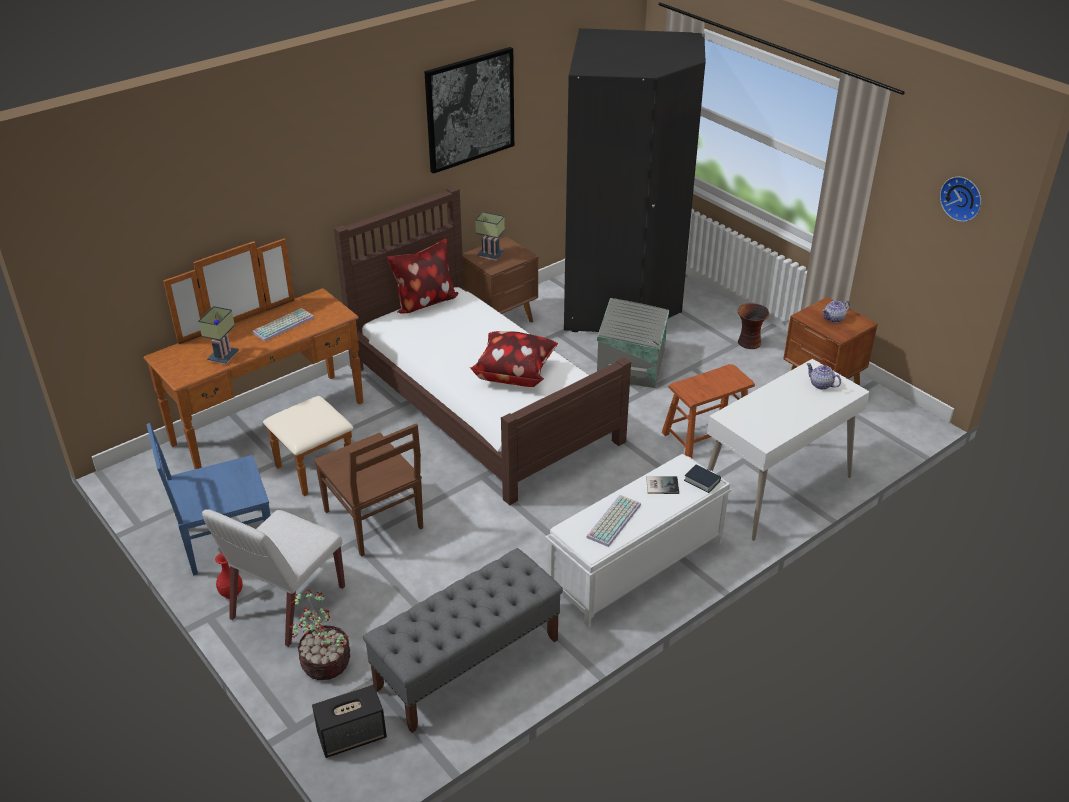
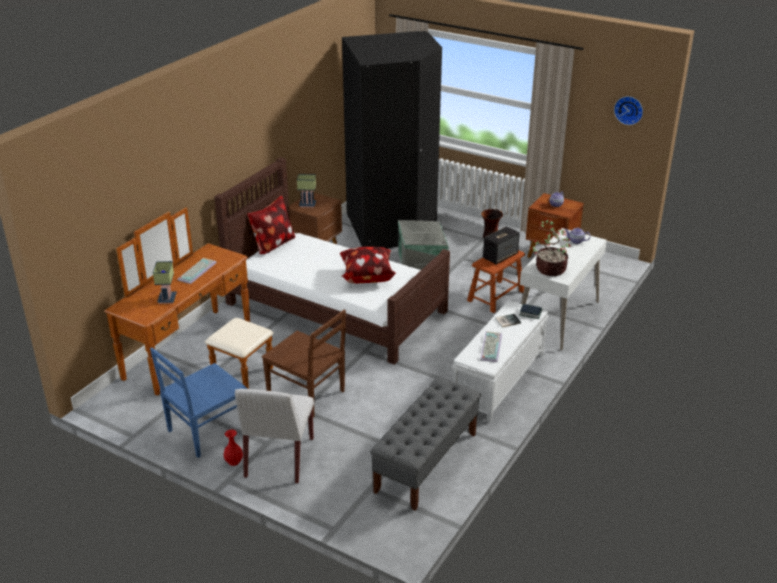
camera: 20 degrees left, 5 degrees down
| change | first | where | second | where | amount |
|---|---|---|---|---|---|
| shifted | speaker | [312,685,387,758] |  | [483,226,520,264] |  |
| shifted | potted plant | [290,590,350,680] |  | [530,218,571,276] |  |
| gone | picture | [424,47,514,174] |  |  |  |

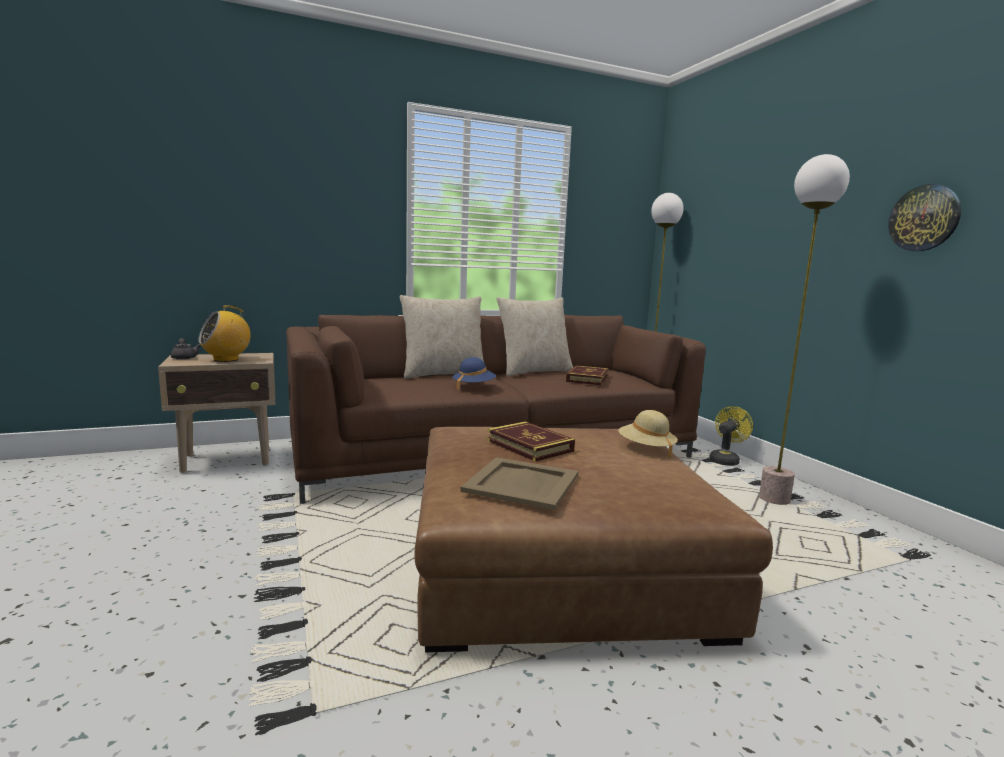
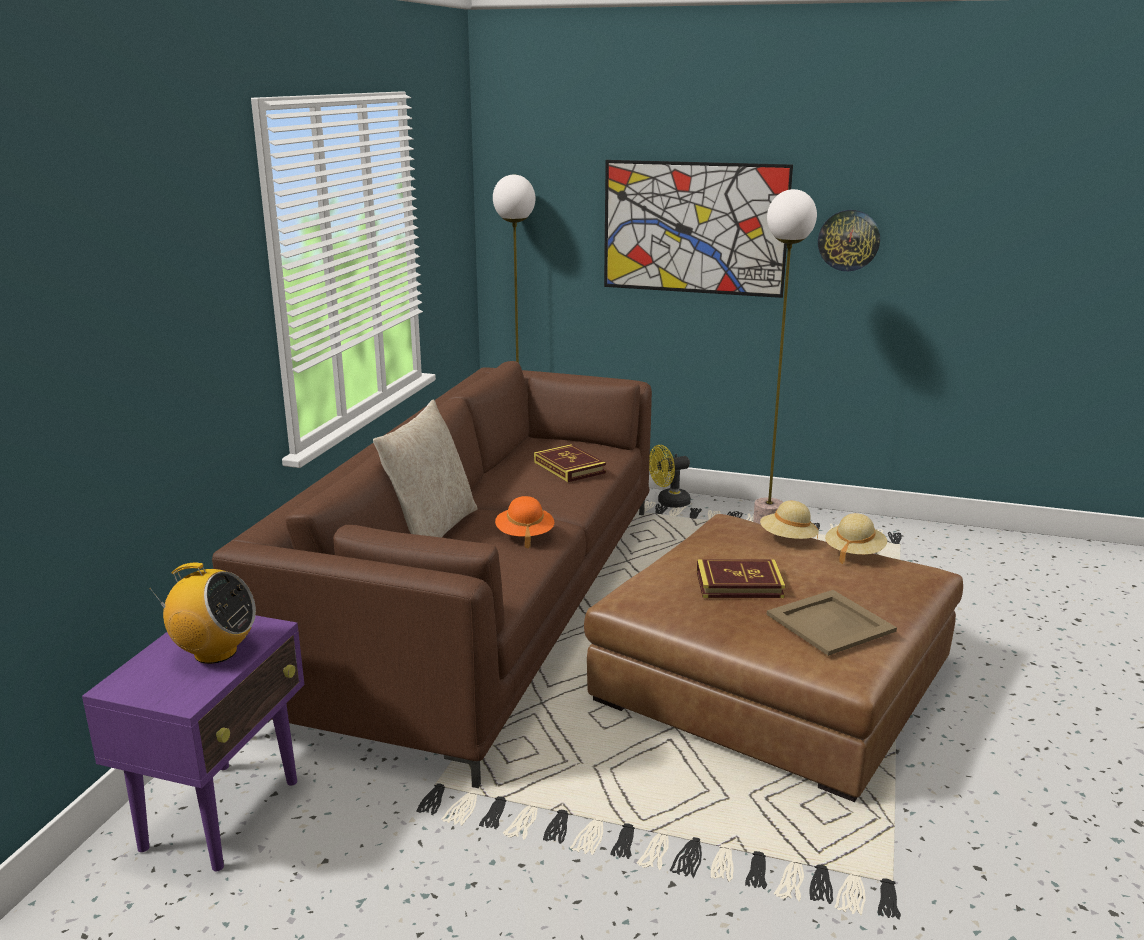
camera: 50 degrees left, 10 degrees up
| change | first | where | second | where | amount |
|---|---|---|---|---|---|
| repainted | side table in beige | [158,353,275,473] | side table in purple | [82,615,305,871] |  |
| rotated | radio | [199,305,251,362] |  | [150,563,256,664] | 75 degrees counterclockwise |
| repainted | hat in blue | [452,357,496,390] | hat in orange | [495,496,554,549] |  |
| new |  |  | picture | [604,160,793,298] |  |
| rotated | fan in yellow | [709,406,753,466] |  | [649,445,691,508] | 105 degrees counterclockwise |
| new |  |  | hat in beige | [825,513,887,564] |  |
| gone | teapot in grey | [171,338,201,360] |  |  |  |
| gone | pillow in beige | [496,297,573,376] |  |  |  |

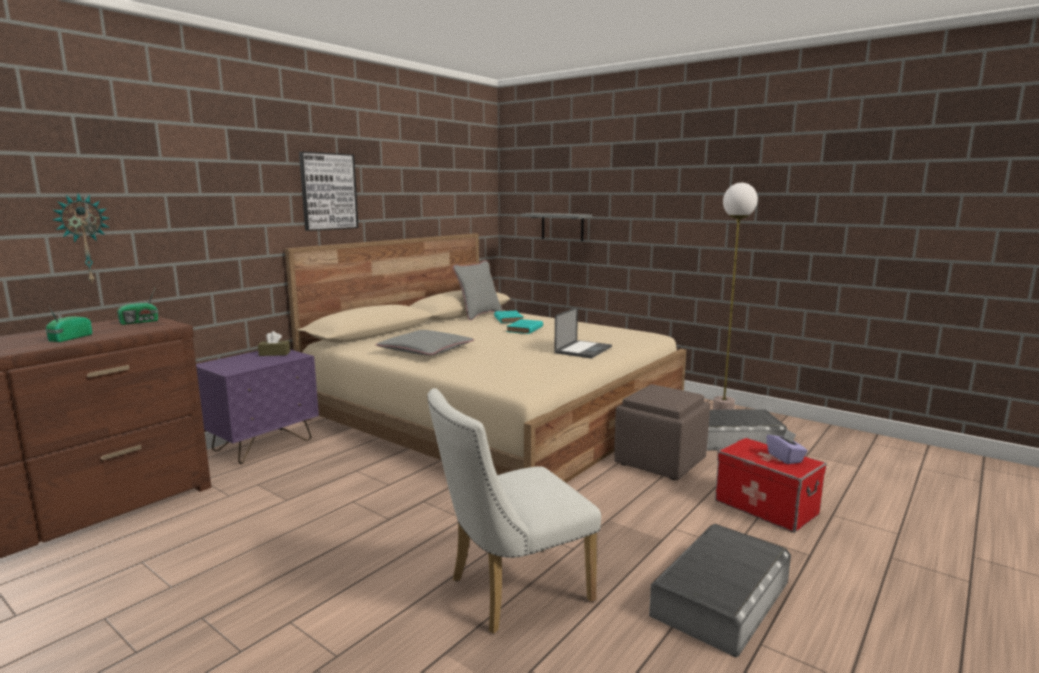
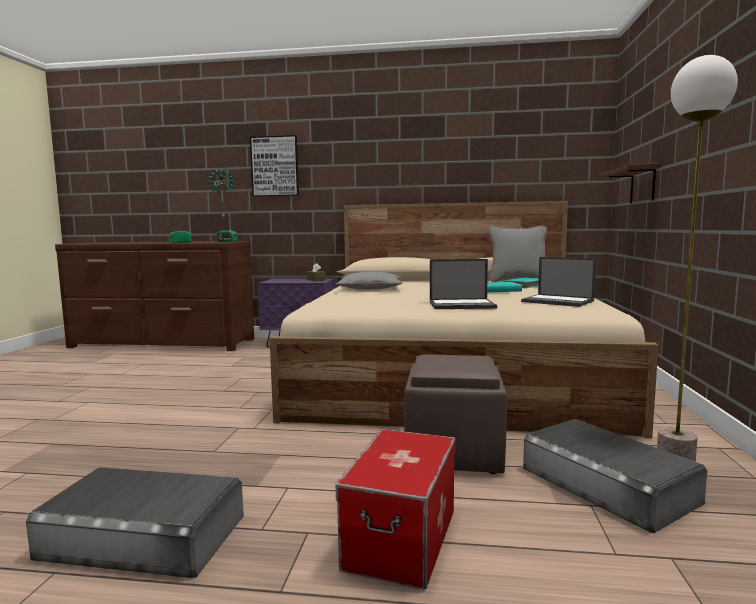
camera: 60 degrees right, 5 degrees down
| change | first | where | second | where | amount |
|---|---|---|---|---|---|
| shifted | picture | [299,152,358,231] |  | [250,135,299,197] |  |
| new |  |  | laptop | [521,257,596,307] |  |
| repainted | shelf in grey | [521,213,592,241] | shelf in brown | [600,163,661,203] |  |
| gone | chair in white | [427,388,601,634] |  |  |  |
| gone | tissue box in purple | [766,429,808,464] |  |  |  |

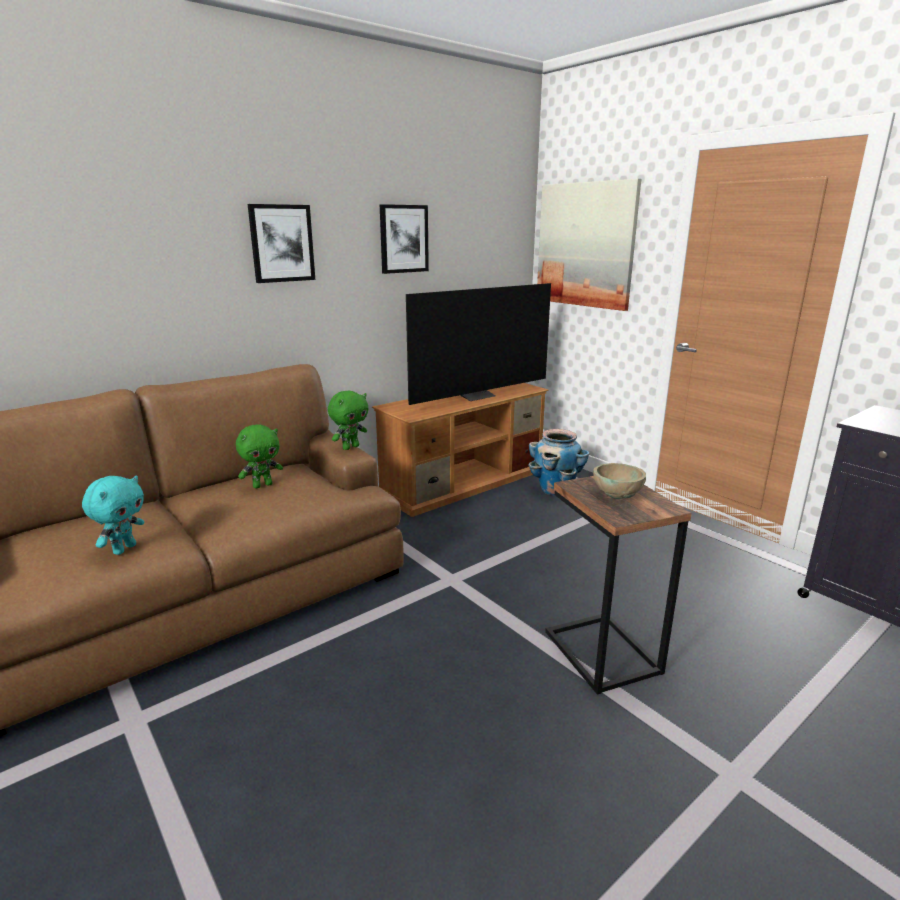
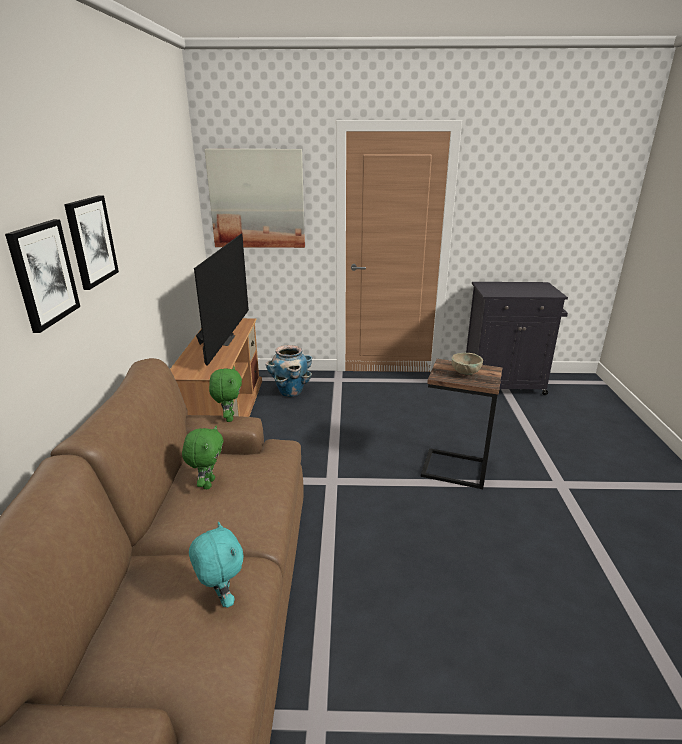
camera: 50 degrees left, 5 degrees up
| change | first | where | second | where | amount |
|---|---|---|---|---|---|
| shifted | picture | [380,204,429,274] |  | [5,219,80,333] |  |

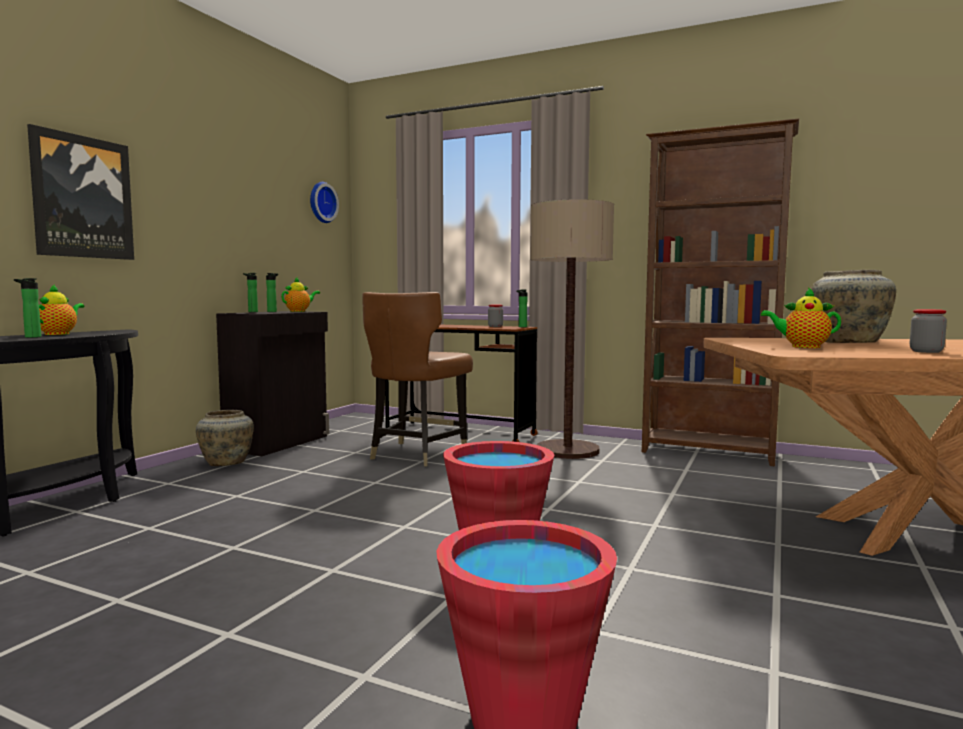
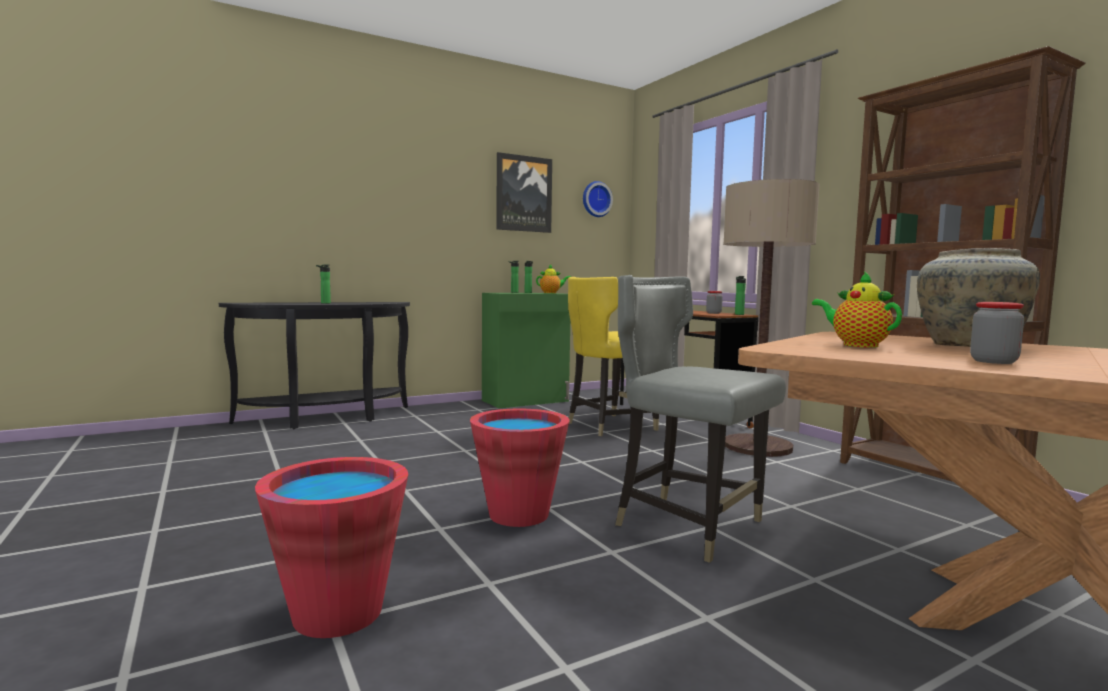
camera: 35 degrees right, 0 degrees up
| change | first | where | second | where | amount |
|---|---|---|---|---|---|
| repainted | cabinet in black | [216,311,329,456] | cabinet in green | [482,293,570,409] |  |
| shifted | picture | [27,124,134,260] |  | [496,152,552,233] |  |
| repainted | chair in brown | [362,292,473,466] | chair in yellow | [568,277,659,436] |  |
| new |  |  | chair in grey | [615,275,786,563] |  |
| gone | teapot | [39,284,84,335] |  |  |  |
| gone | vase in beige | [196,410,254,466] |  |  |  |

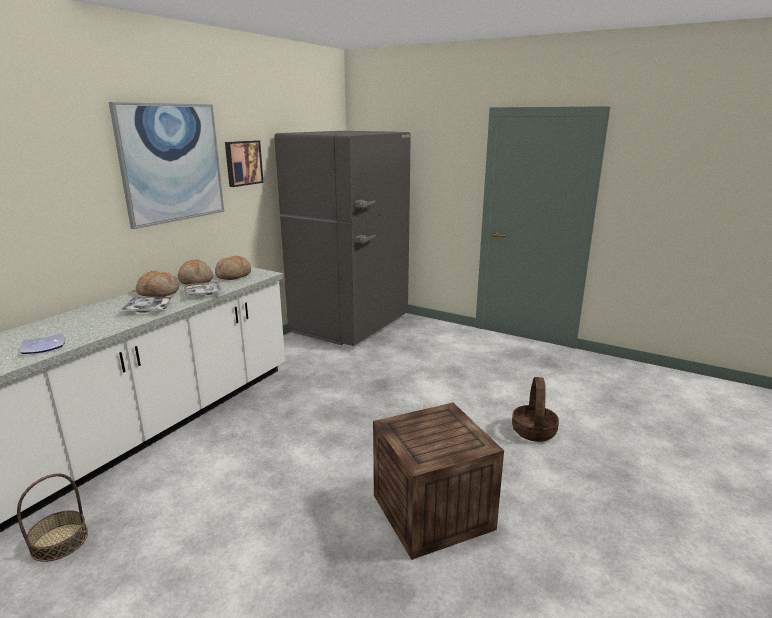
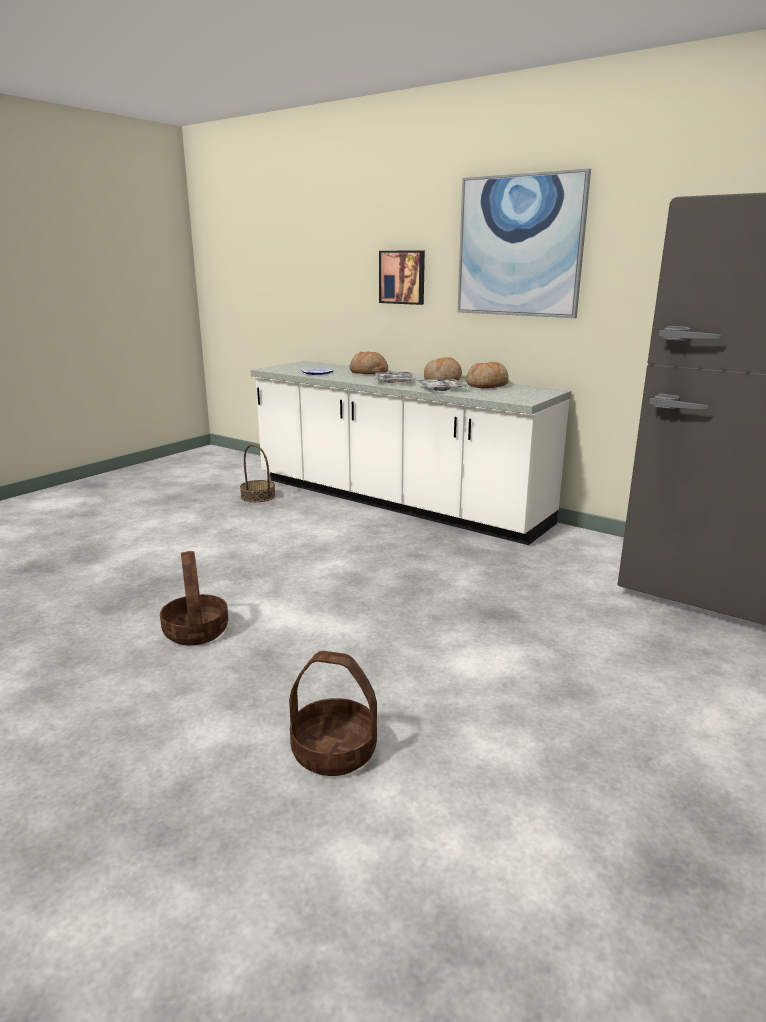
camera: 95 degrees right, 0 degrees up
| change | first | where | second | where | amount |
|---|---|---|---|---|---|
| swapped | crate | [373,403,504,560] | basket | [160,551,228,645] |  |
| shifted | bread | [215,256,251,280] |  | [349,351,388,375] |  |
| shifted | picture | [225,140,264,187] |  | [379,250,425,305] |  |

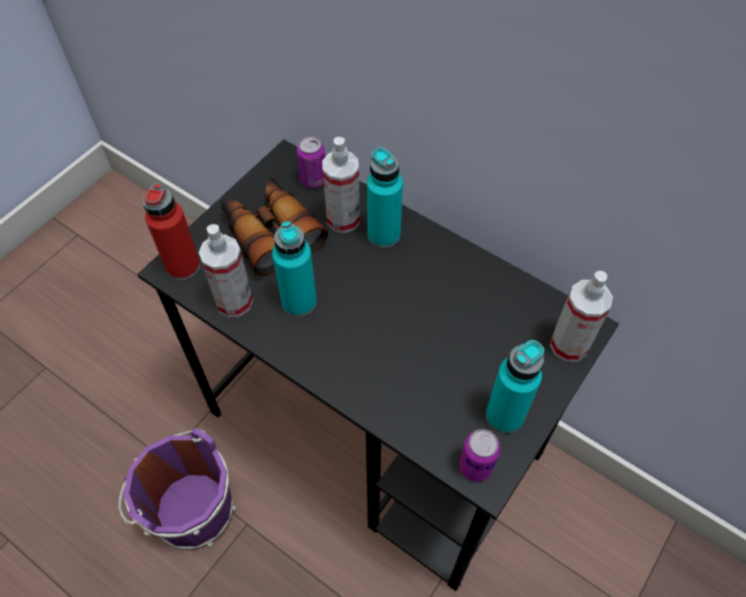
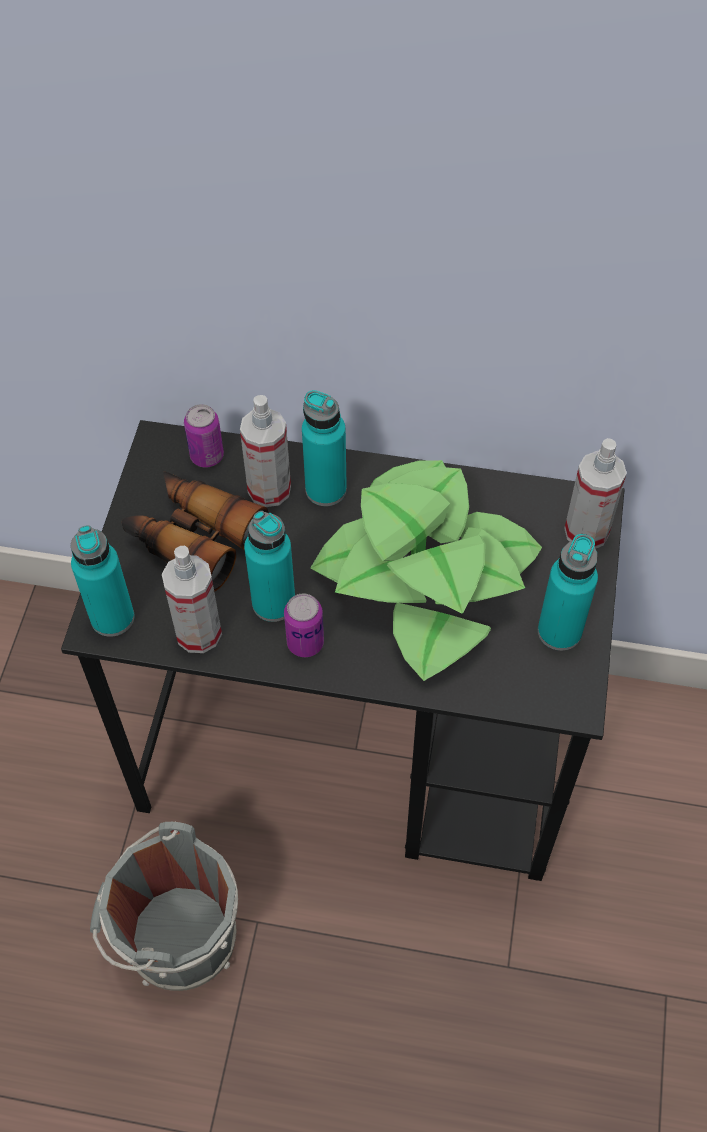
camera: 25 degrees left, 0 degrees up
| change | first | where | second | where | amount |
|---|---|---|---|---|---|
| repainted | bottle in red | [143,183,200,280] | bottle in turquoise | [71,525,134,637] |  |
| repainted | bucket in purple | [118,428,236,550] | bucket in grey | [90,821,238,991] |  |
| shifted | can | [459,429,501,482] |  | [284,594,324,657] |  |
| new |  |  | potted plant | [310,460,542,681] |  |

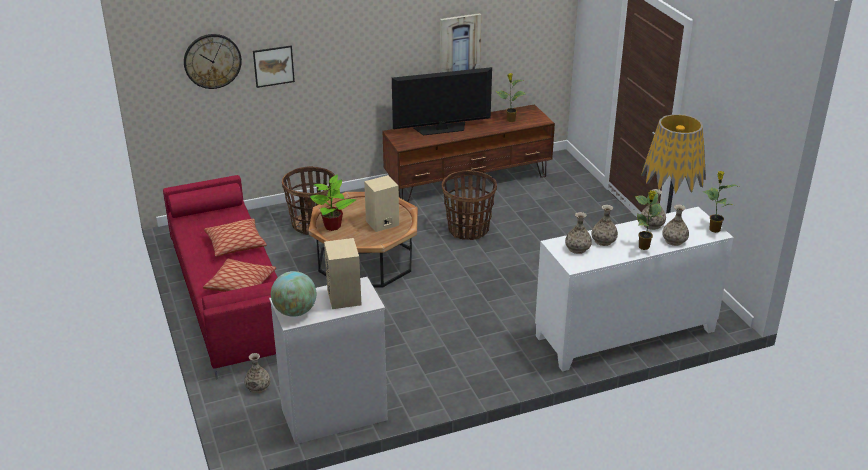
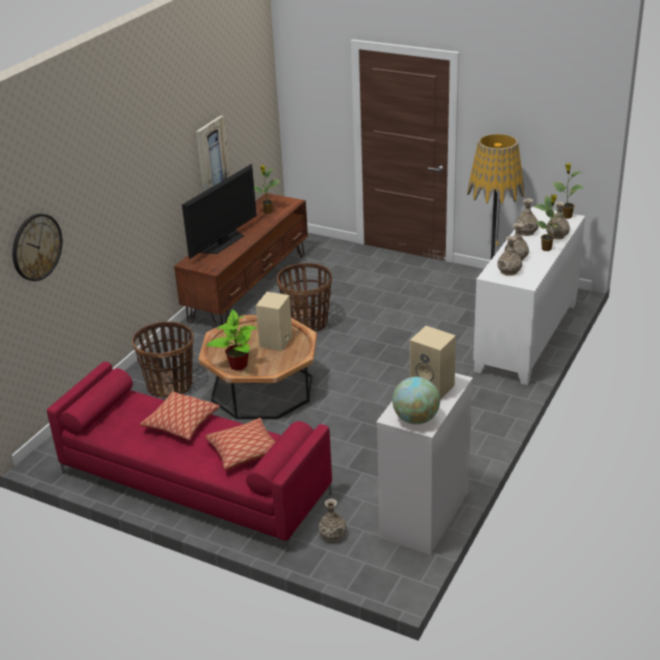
camera: 40 degrees left, 0 degrees up
| change | first | where | second | where | amount |
|---|---|---|---|---|---|
| gone | picture | [253,46,295,88] |  |  |  |

